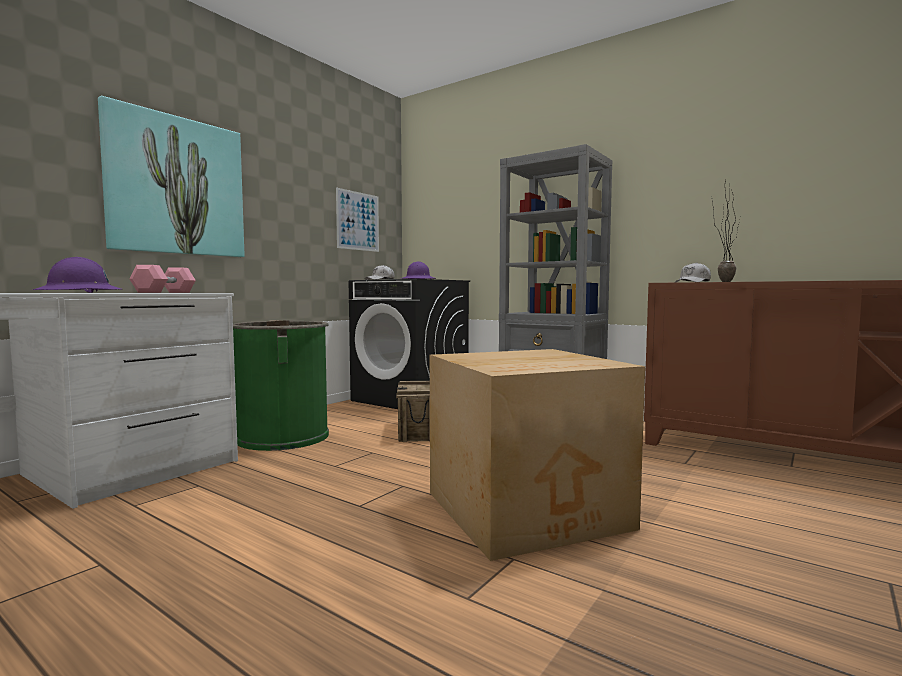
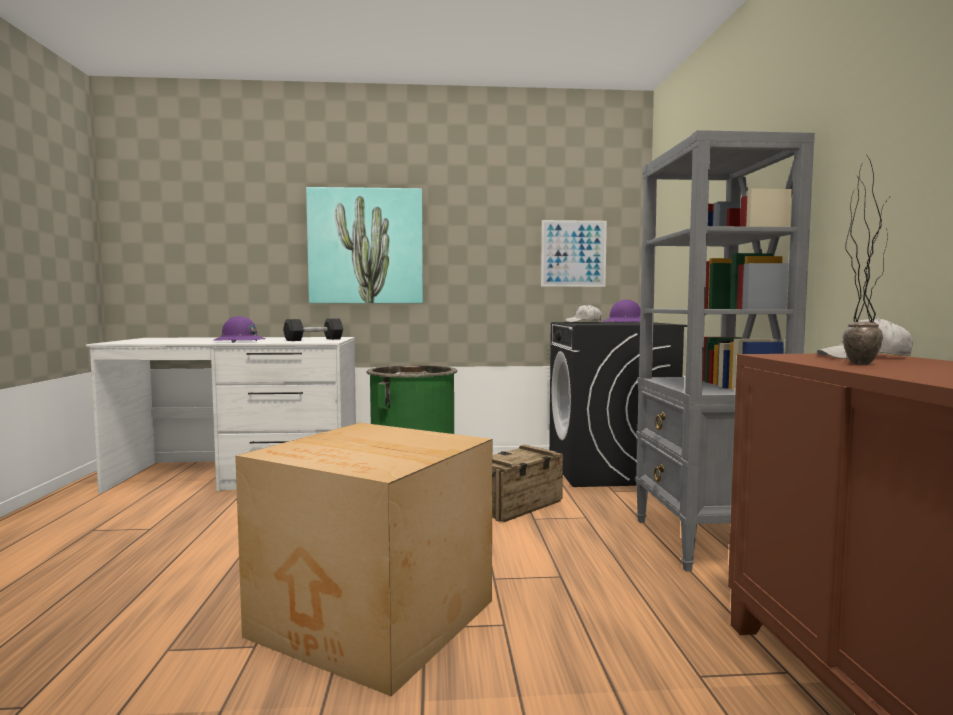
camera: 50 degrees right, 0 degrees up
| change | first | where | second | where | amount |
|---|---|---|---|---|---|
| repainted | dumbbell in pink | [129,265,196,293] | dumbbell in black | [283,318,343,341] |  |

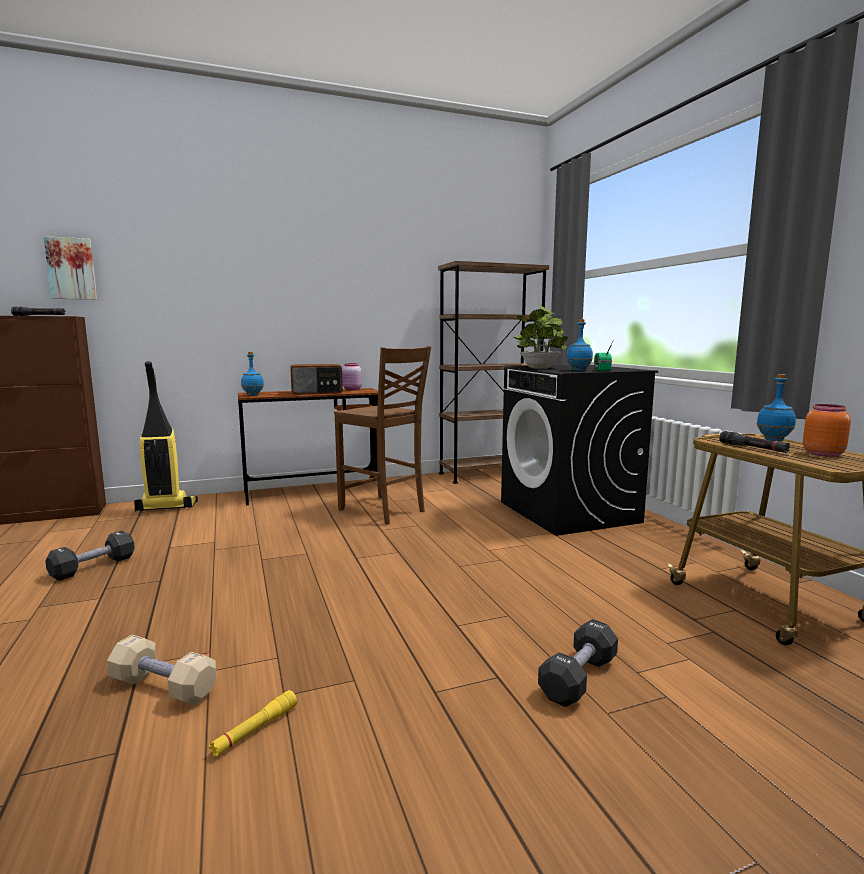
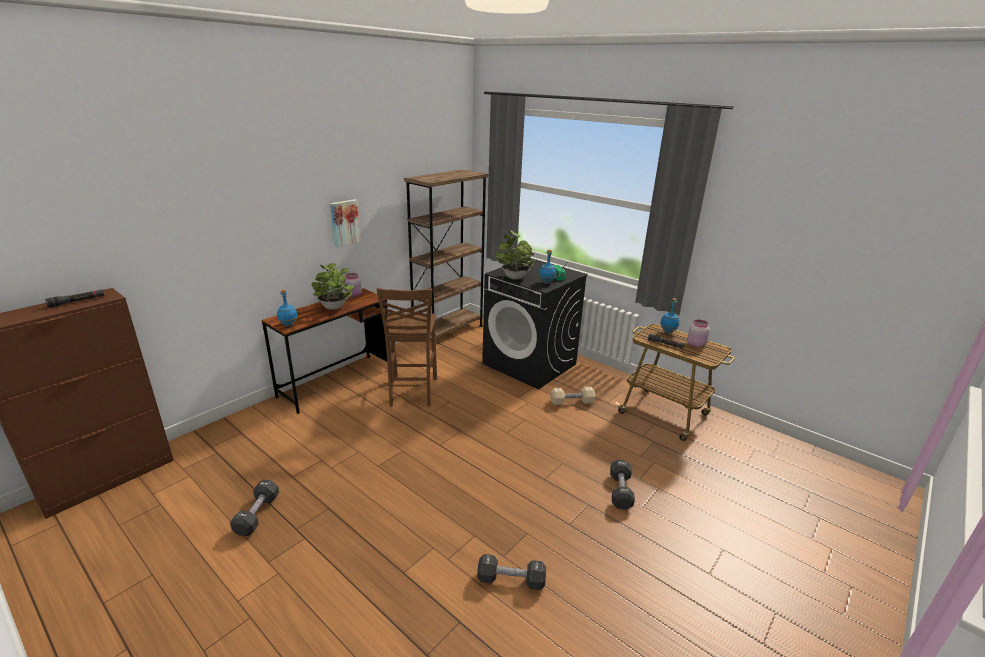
camera: 30 degrees left, 15 degrees up
| change | first | where | second | where | amount |
|---|---|---|---|---|---|
| swapped | radio | [290,364,343,395] | potted plant | [312,263,354,310] |  |
| shifted | picture | [43,236,97,300] |  | [330,199,361,248] |  |
| rotated | chair in brown | [334,346,431,525] |  | [376,288,437,407] | 75 degrees clockwise |
| swapped | flashlight in yellow | [209,690,297,757] | dumbbell in black | [477,554,546,590] |  |
| shifted | dumbbell in beige | [107,635,217,705] |  | [550,387,595,405] |  |
| repainted | jar in orange | [803,404,851,457] | jar in pink | [687,320,710,347] |  |
| gone | vacuum cleaner | [134,361,198,511] |  |  |  |

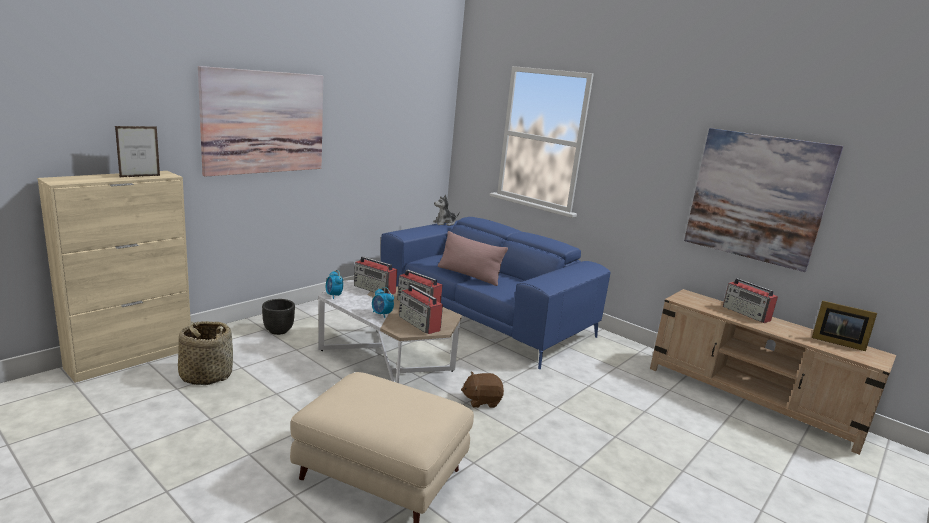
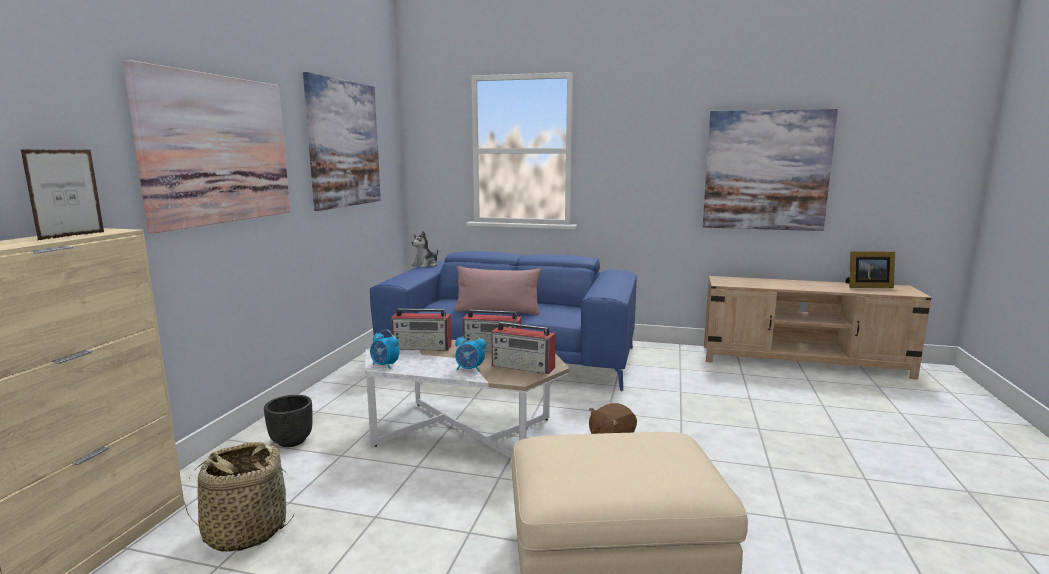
camera: 25 degrees left, 5 degrees down
| change | first | where | second | where | amount |
|---|---|---|---|---|---|
| new |  |  | picture | [303,72,381,211] |  |
| gone | radio | [723,278,778,323] |  |  |  |

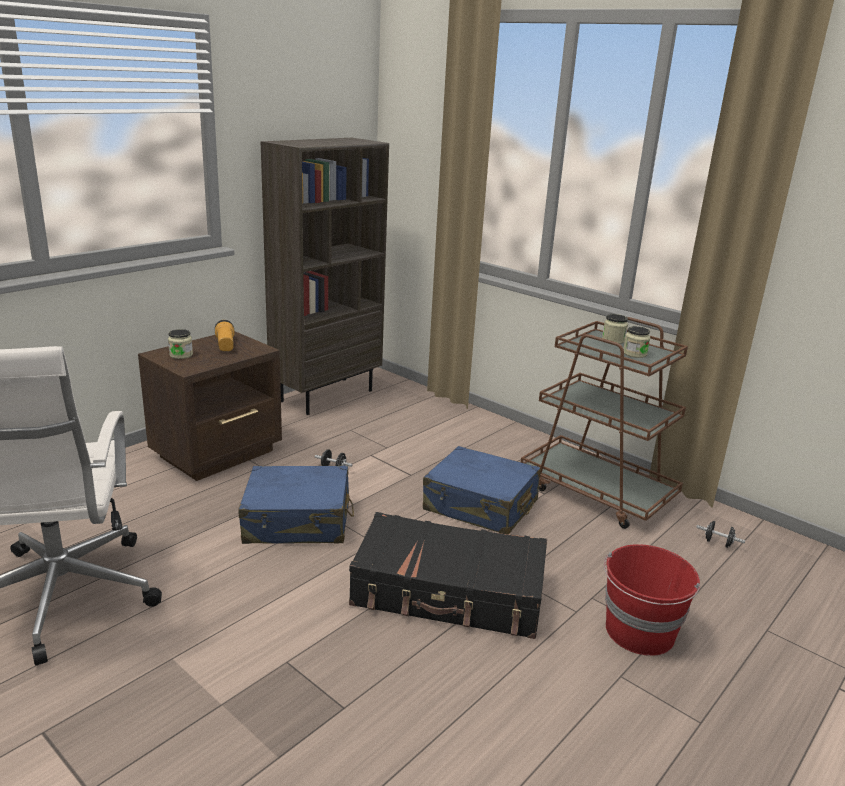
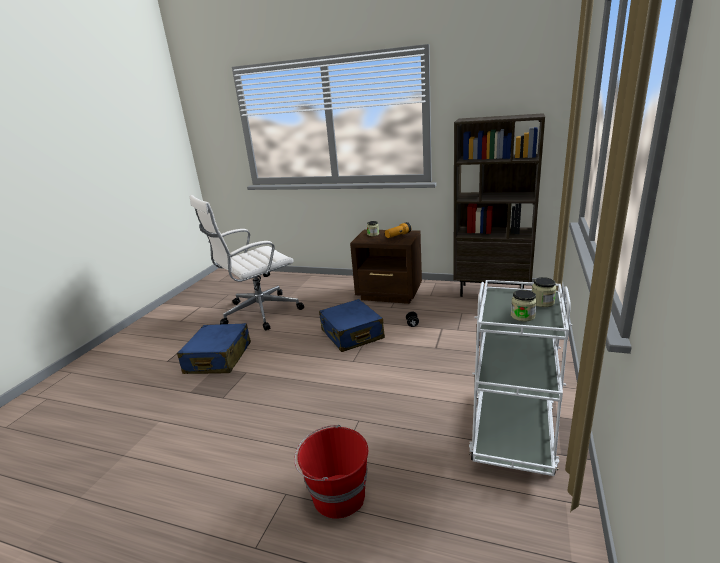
camera: 70 degrees right, 0 degrees up
| change | first | where | second | where | amount |
|---|---|---|---|---|---|
| shifted | suitcase in blue | [423,446,541,534] |  | [177,323,251,374] |  |
| repainted | cart in brown | [521,317,688,529] | cart in white | [469,280,572,476] |  |
| gone | suitcase in black | [349,512,547,639] |  |  |  |
| gone | dumbbell in black | [696,521,745,548] |  |  |  |

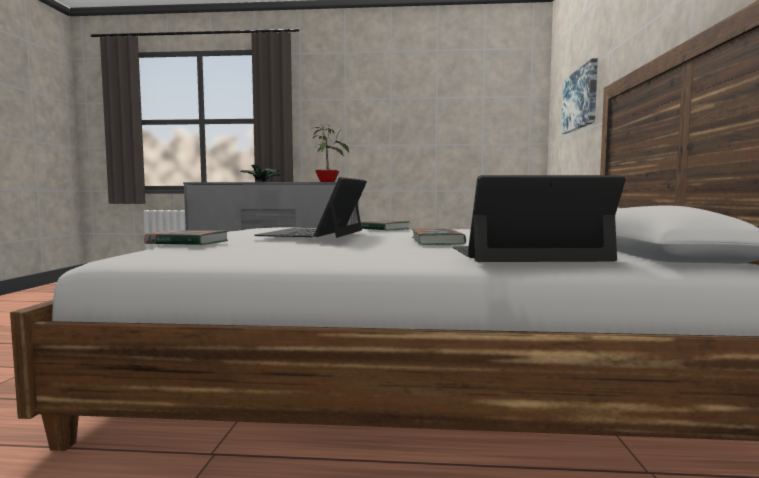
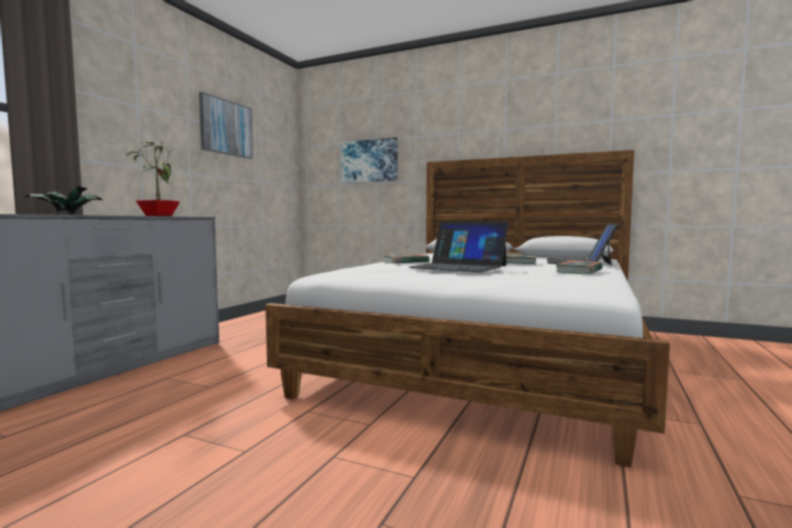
camera: 70 degrees left, 0 degrees up
| change | first | where | second | where | amount |
|---|---|---|---|---|---|
| new |  |  | picture | [199,92,253,159] |  |
| shifted | book | [144,230,228,245] |  | [555,260,603,274] |  |

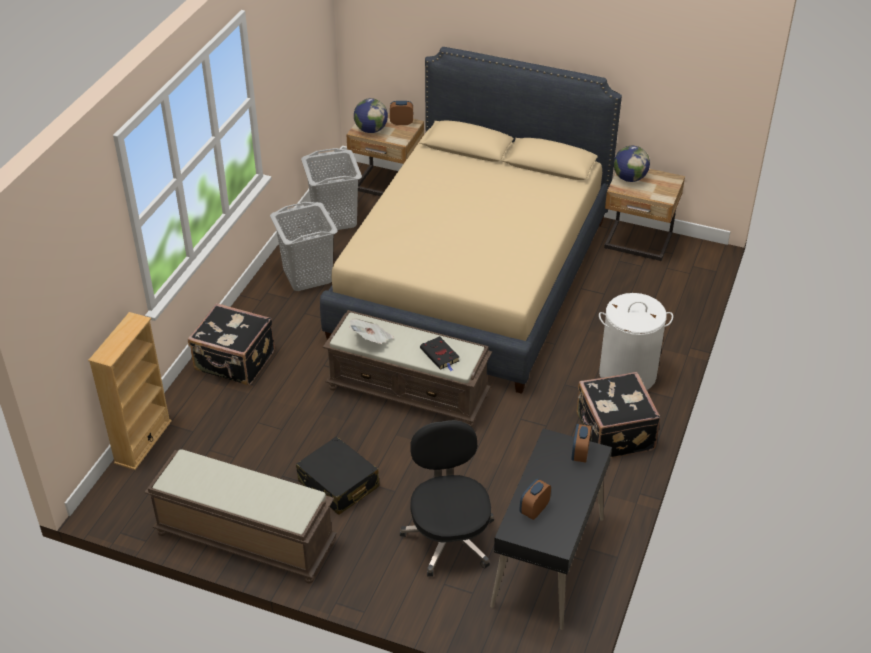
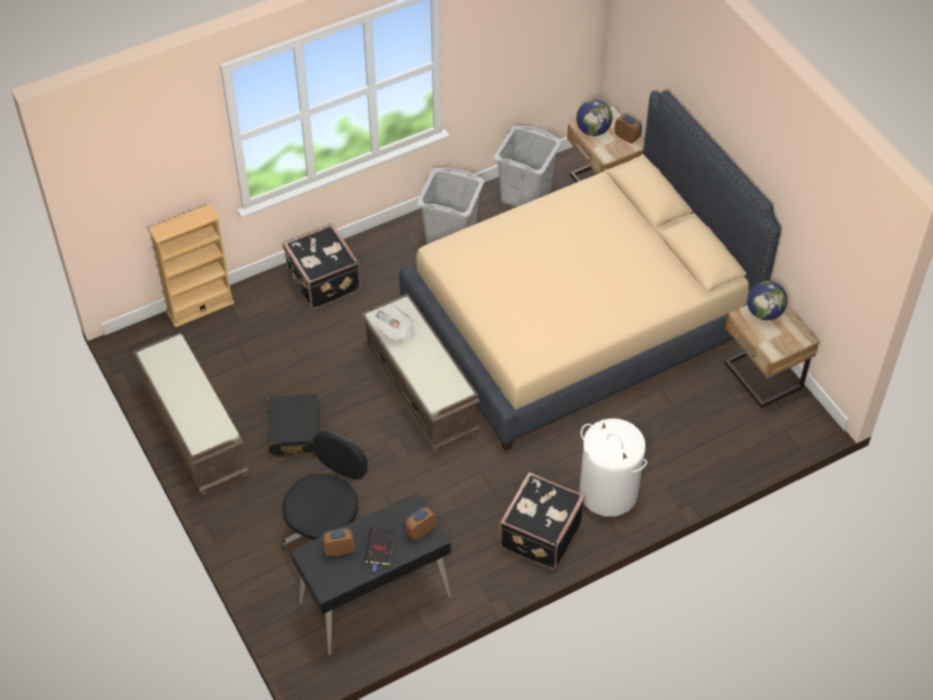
camera: 40 degrees right, 10 degrees up
| change | first | where | second | where | amount |
|---|---|---|---|---|---|
| shifted | book in black | [420,336,459,371] |  | [364,527,395,572] |  |

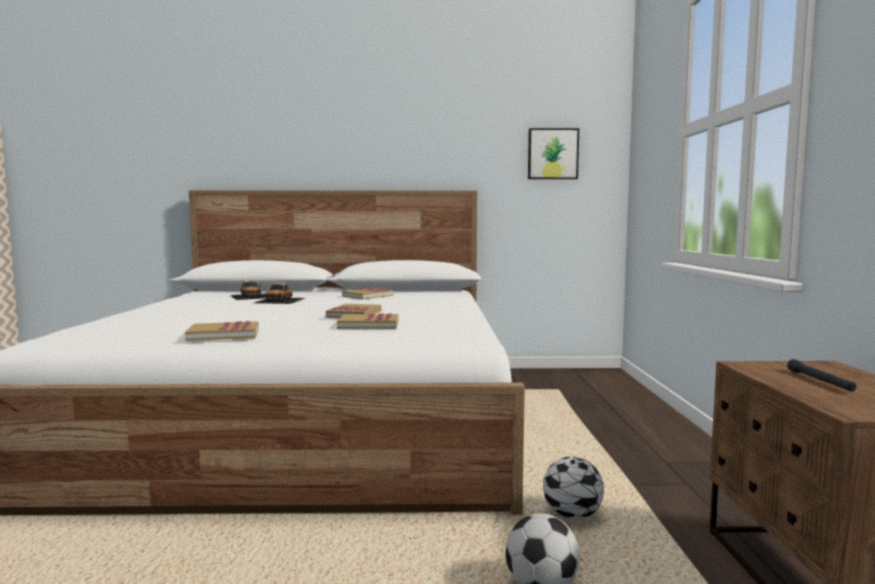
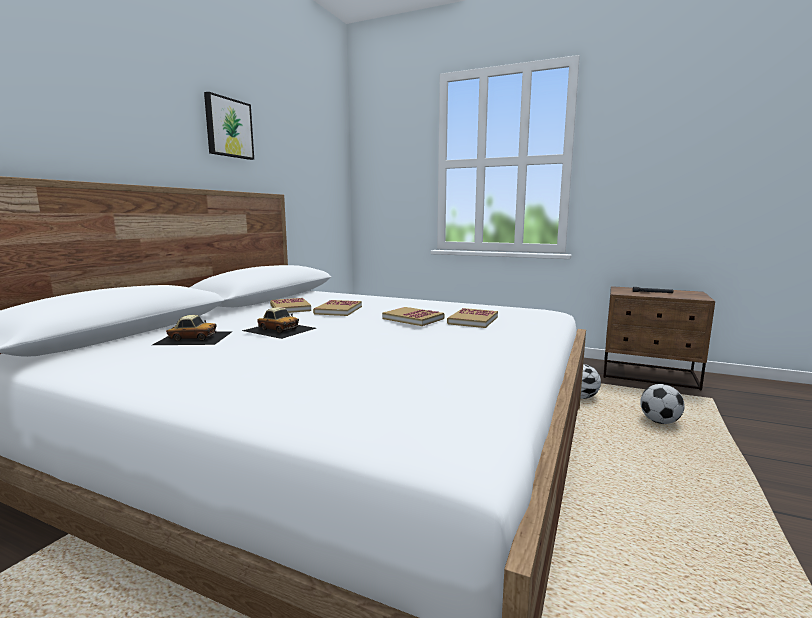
camera: 65 degrees left, 5 degrees up
| change | first | where | second | where | amount |
|---|---|---|---|---|---|
| shifted | picture | [528,128,579,179] |  | [204,92,254,160] |  |
| shifted | book | [185,321,259,341] |  | [313,300,362,316] |  |

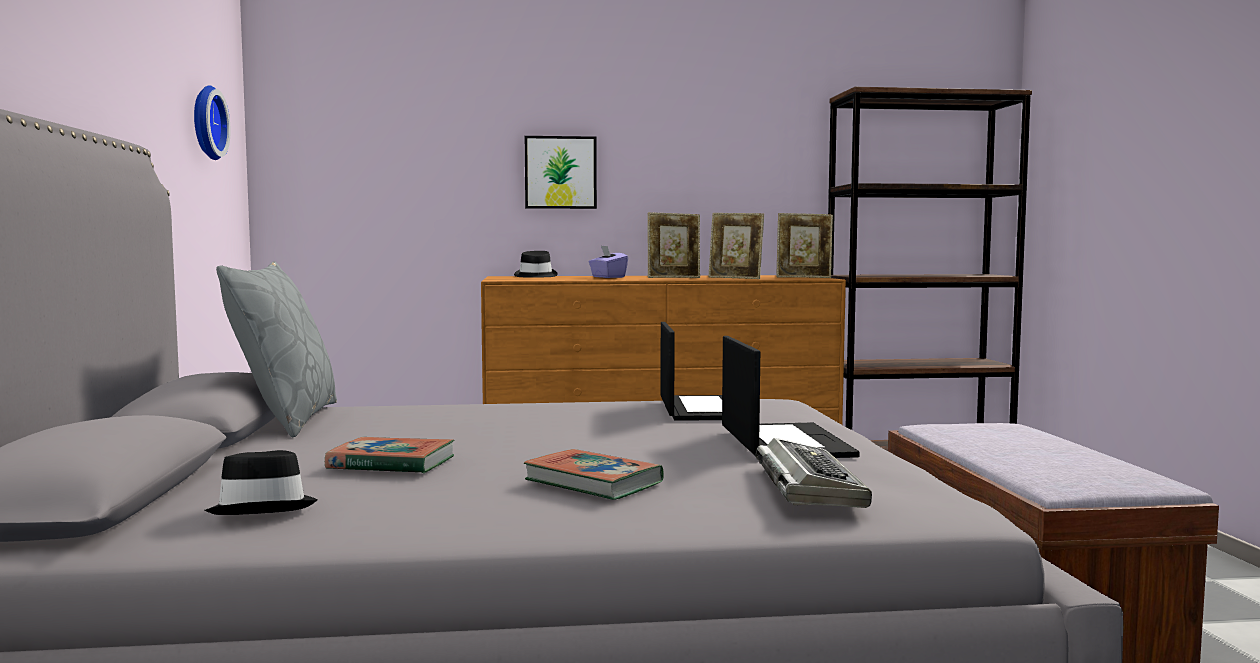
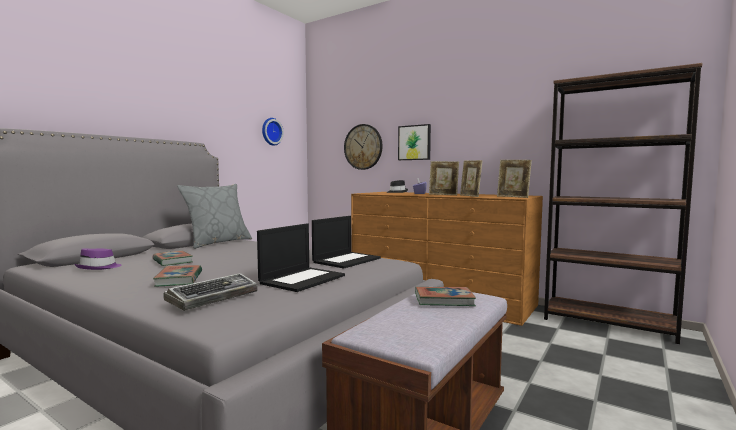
camera: 40 degrees right, 0 degrees up
| change | first | where | second | where | amount |
|---|---|---|---|---|---|
| repainted | hat in black | [205,450,318,515] | hat in purple | [74,249,121,270] |  |
| new |  |  | wall clock | [344,124,383,170] |  |
| new |  |  | book | [415,287,476,306] |  |

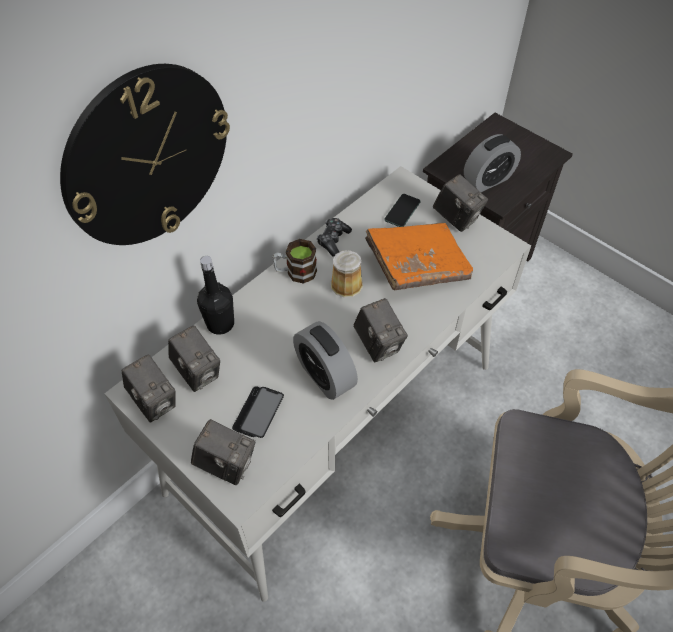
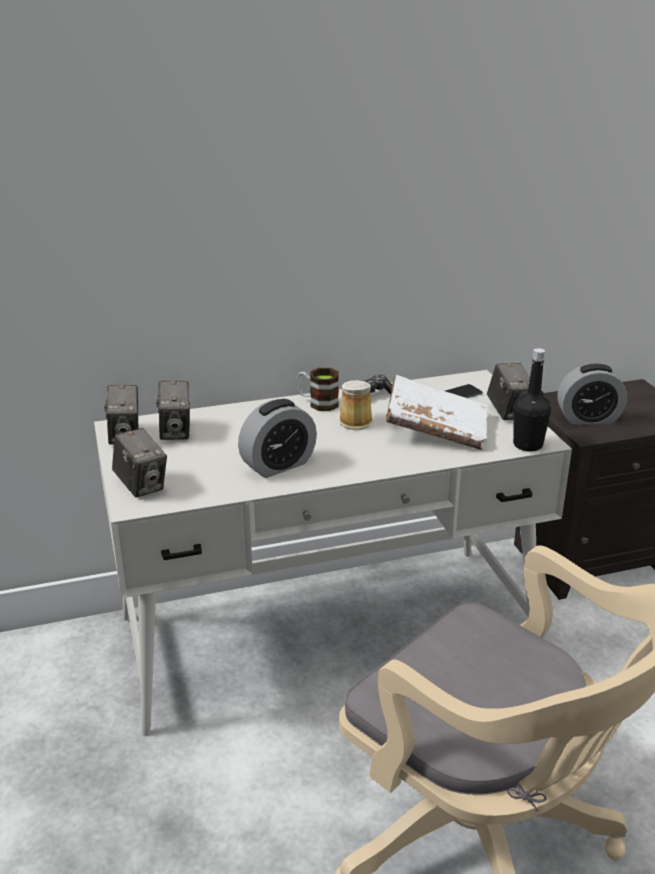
camera: 30 degrees right, 25 degrees down
| change | first | where | second | where | amount |
|---|---|---|---|---|---|
| rotated | alarm clock | [293,321,358,400] |  | [238,399,317,478] | 120 degrees counterclockwise |
| repainted | book in orange | [365,223,473,290] | book in white | [386,375,488,450] |  |
| shifted | bottle in black | [197,256,234,335] |  | [513,348,551,452] |  |
| gone | wall clock | [60,64,230,245] |  |  |  |
| gone | phone | [232,386,284,438] |  |  |  |
| gone | photo camera | [353,298,408,362] |  |  |  |

